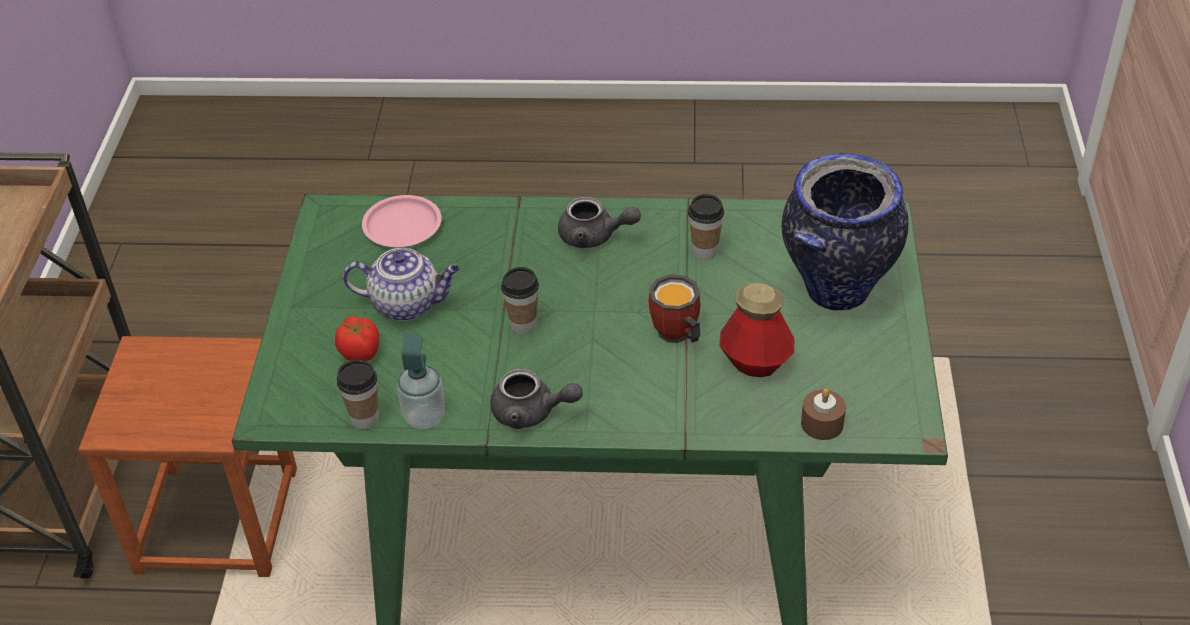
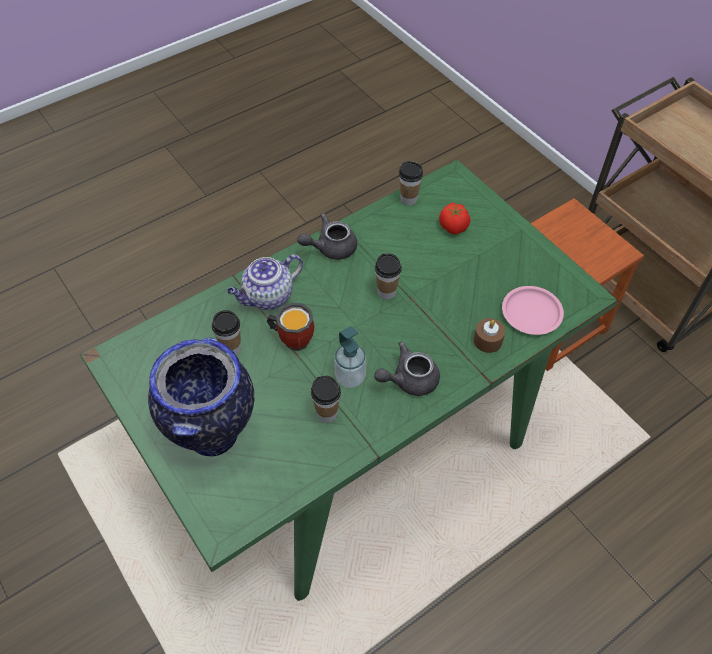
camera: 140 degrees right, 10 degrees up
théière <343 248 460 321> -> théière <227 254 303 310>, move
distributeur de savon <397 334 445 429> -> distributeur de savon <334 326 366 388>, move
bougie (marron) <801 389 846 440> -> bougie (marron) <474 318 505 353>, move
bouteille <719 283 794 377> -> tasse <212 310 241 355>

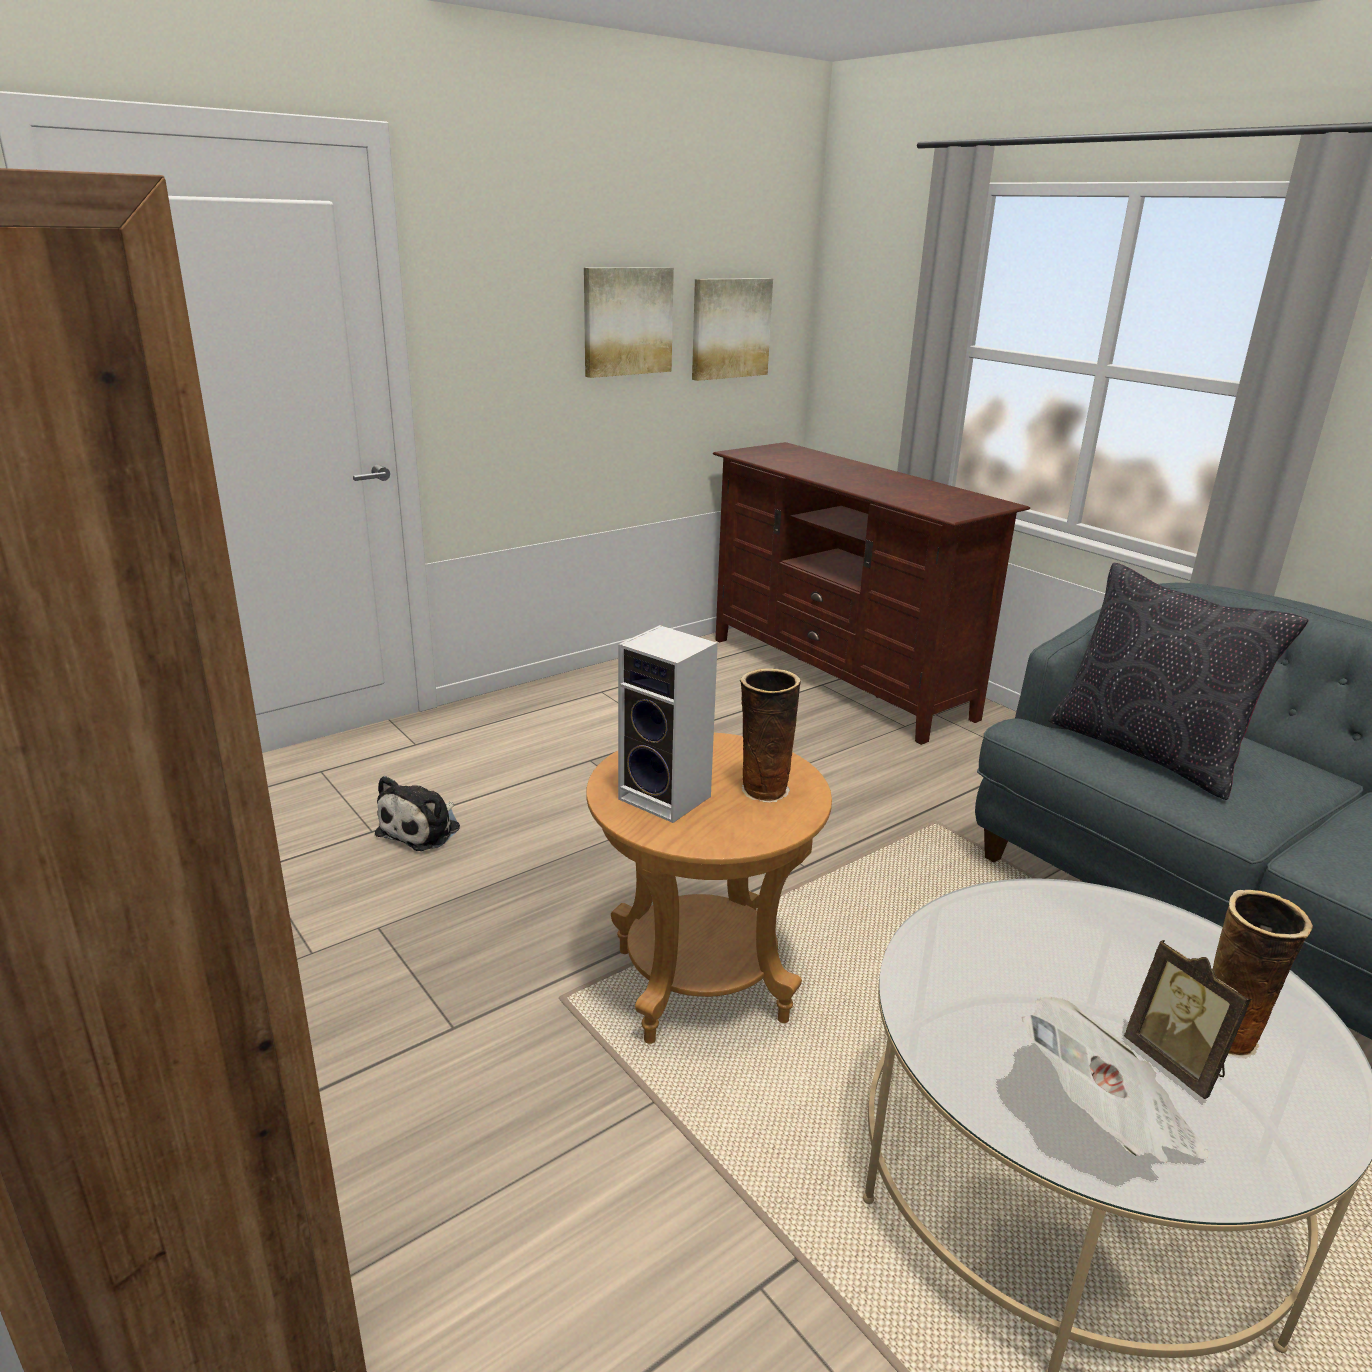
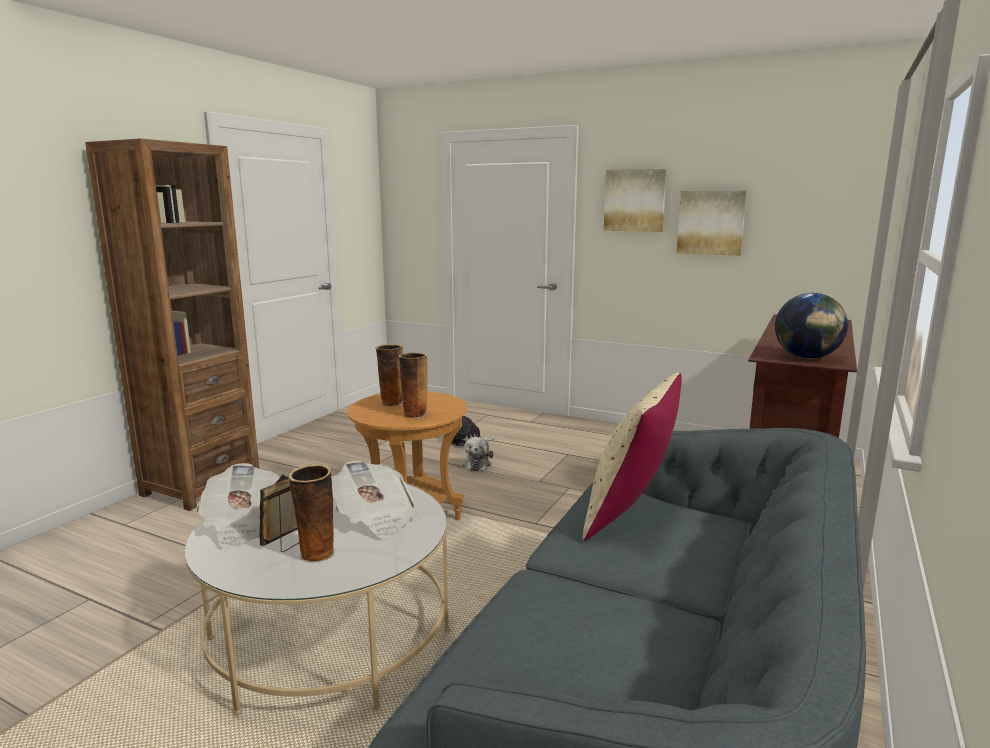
camera: 65 degrees right, 10 degrees down
none -> journal <332 460 418 539>
none -> peluche <462 437 493 471>
none -> globe <775 293 848 359>
tableau <692 278 773 381> -> tableau <604 169 667 232>, move
enceinte <618 625 718 823> -> vase <376 344 403 406>
coussin (noir) <1048 563 1308 800> -> coussin (beige) <583 373 682 540>

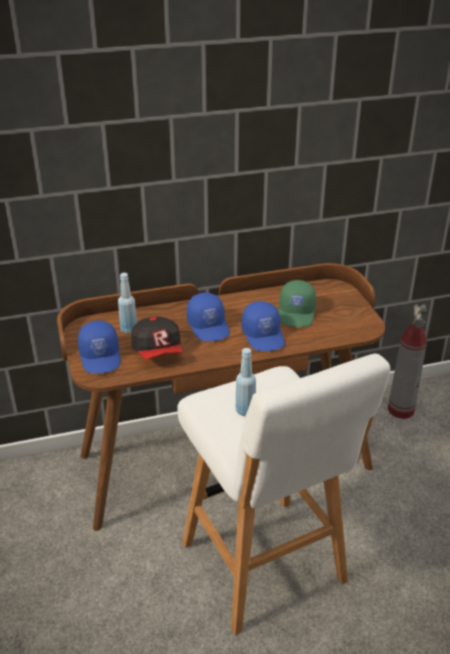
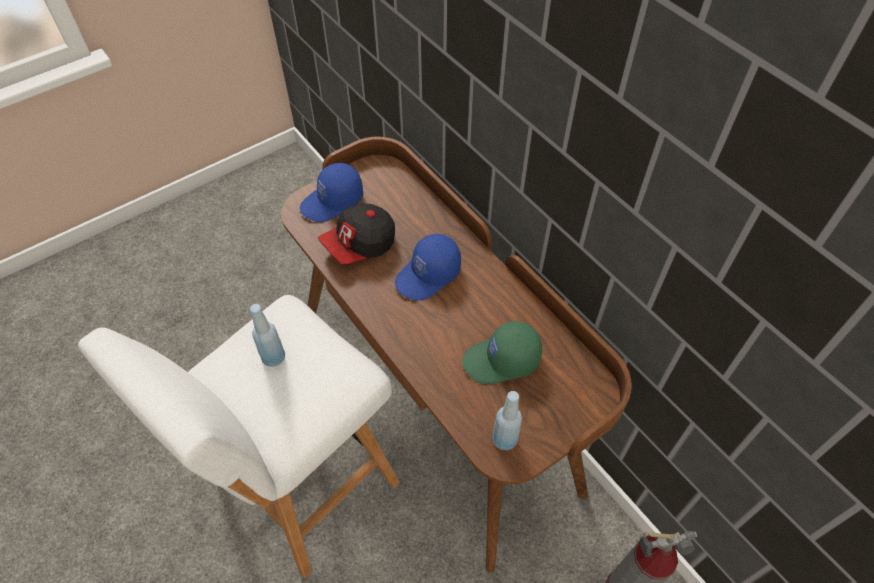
camera: 70 degrees right, 20 degrees up
casquette (bleu) <242 301 285 351> -> none
bouteille (bleu) <118 273 137 334> -> bouteille (bleu) <493 391 522 450>, move

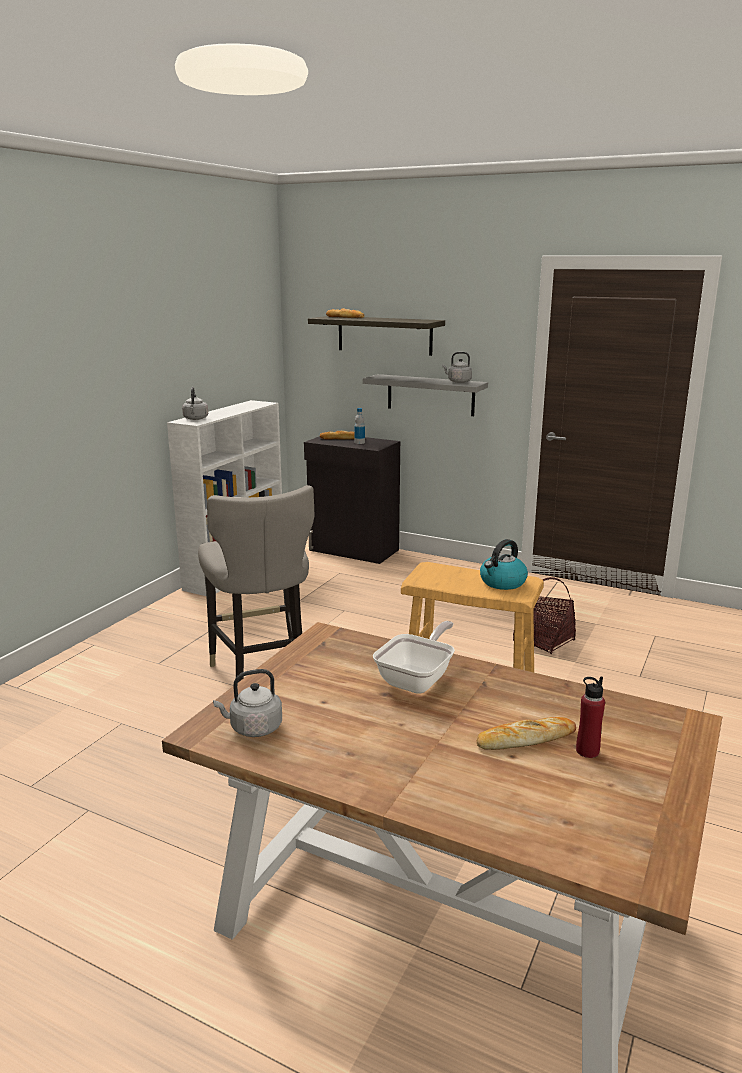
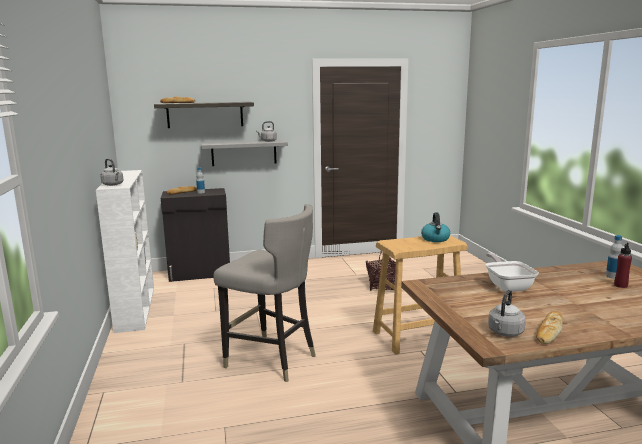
camera: 40 degrees left, 5 degrees down
none -> bouteille <606 235 623 279>
pain <477 717 576 750> -> pain <536 311 563 344>, move

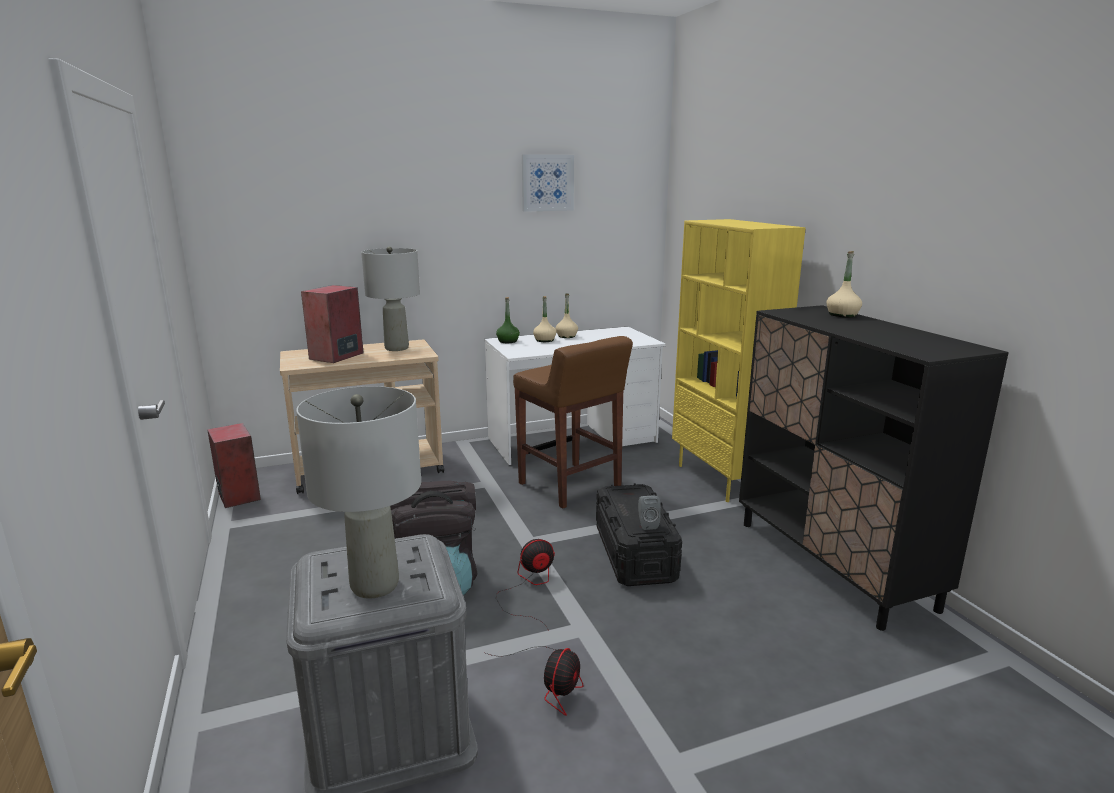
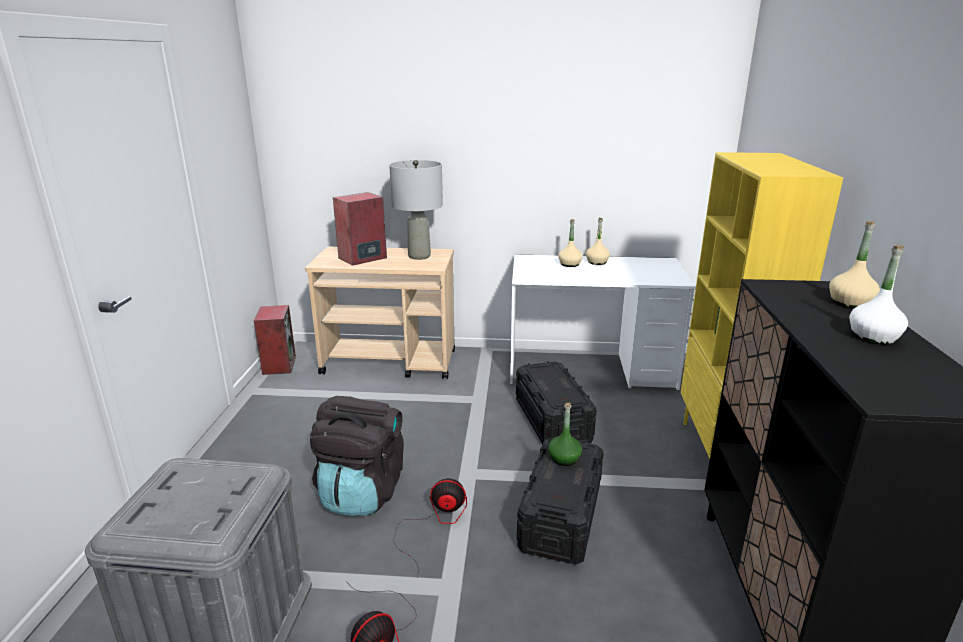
camera: 25 degrees right, 5 degrees up
lampe de table (gris) <296 386 421 598> -> none
tableau <522 154 574 212> -> none
enceinte (gris) <638 495 661 530> -> none
none -> bouteille (blanc) <849 245 908 344>
bouteille (vert) <496 297 520 343> -> bouteille (vert) <548 403 582 466>, move
tabouret (marron) <513 336 633 508> -> boîte de rangement (noir) <516 361 597 444>

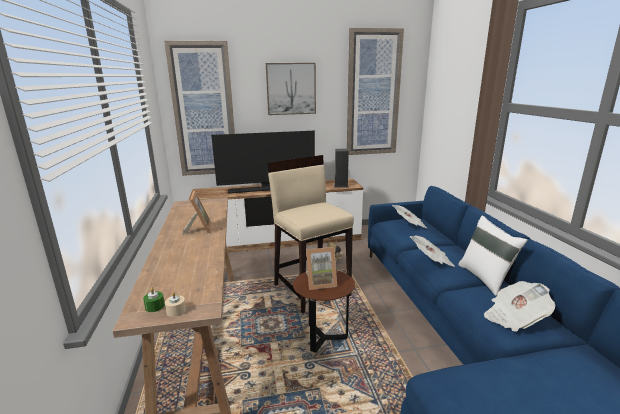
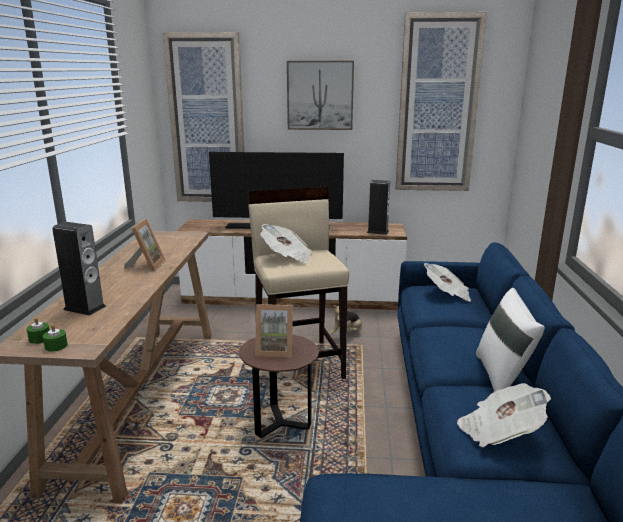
camera: 15 degrees right, 0 degrees up
none -> enceinte <52 222 106 316>
journal <410 236 455 267> -> journal <260 224 312 263>, move
bougie (beige) <165 292 186 317> -> bougie (vert) <43 324 68 352>

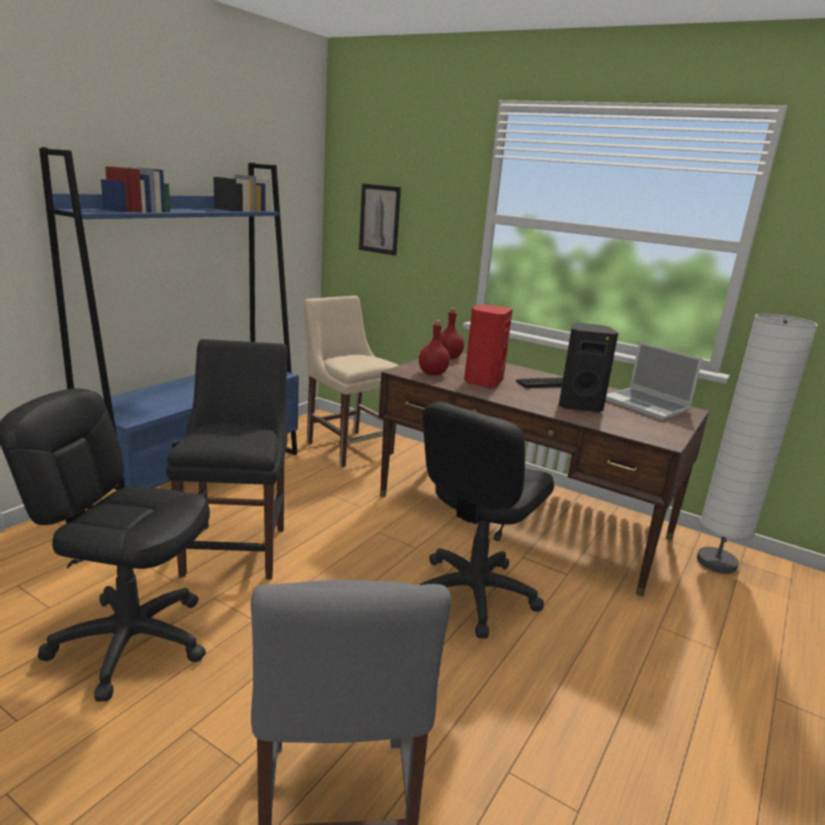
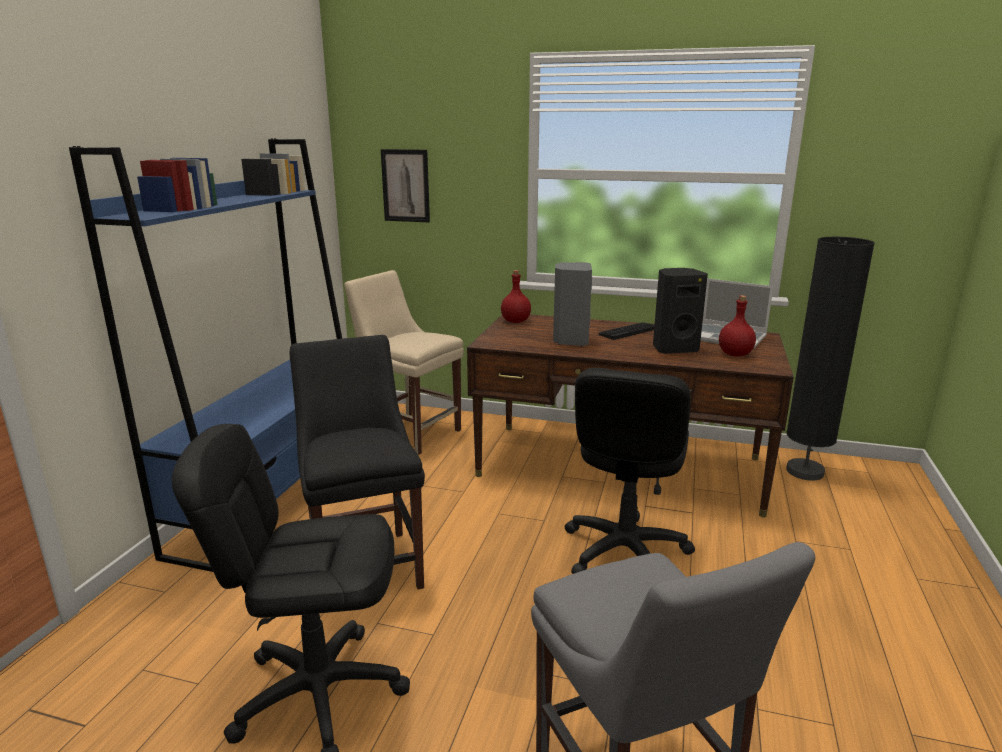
camera: 15 degrees left, 0 degrees up
bouteille (rouge) <419 320 450 375> -> bouteille (rouge) <719 295 756 357>, move
enceinte (rouge) <464 305 513 388> -> enceinte (gris) <553 262 592 346>
lampadaire (blanc) <697 313 818 574> -> lampadaire (noir) <786 237 875 481>

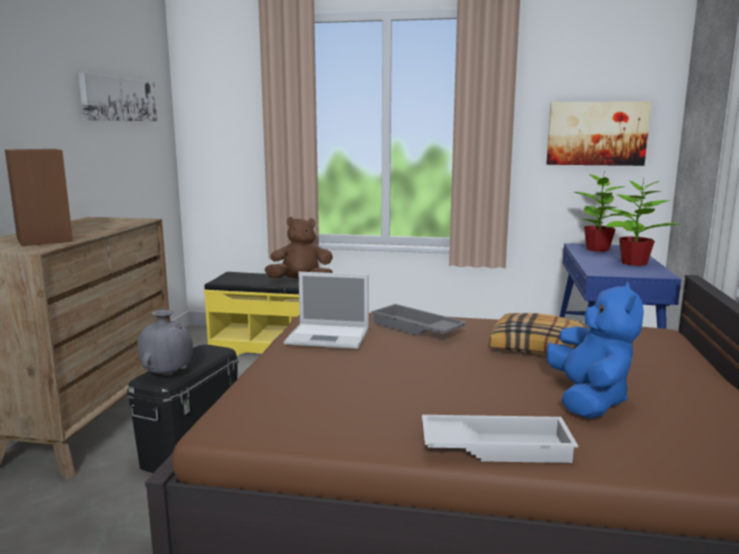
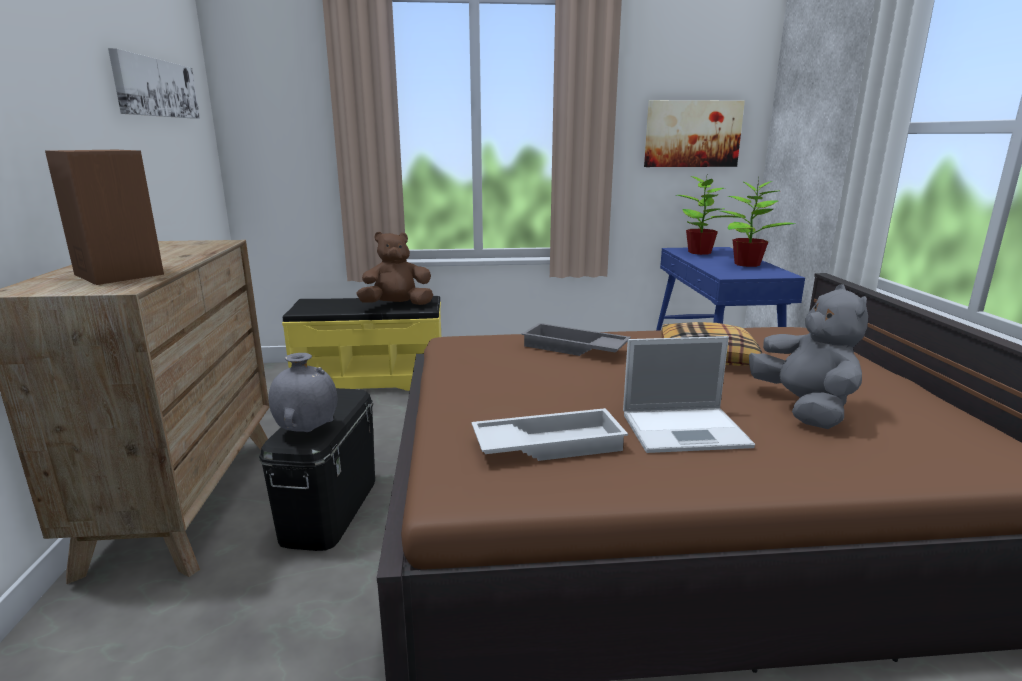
camera: 15 degrees left, 5 degrees up
ordinateur portable <284 272 369 349> -> ordinateur portable <623 336 755 453>, move
plateau (blanc) <422 415 578 463> -> plateau (blanc) <471 408 628 461>, move
peluche (bleu) <546 282 644 419> -> peluche (gris) <749 284 868 429>

